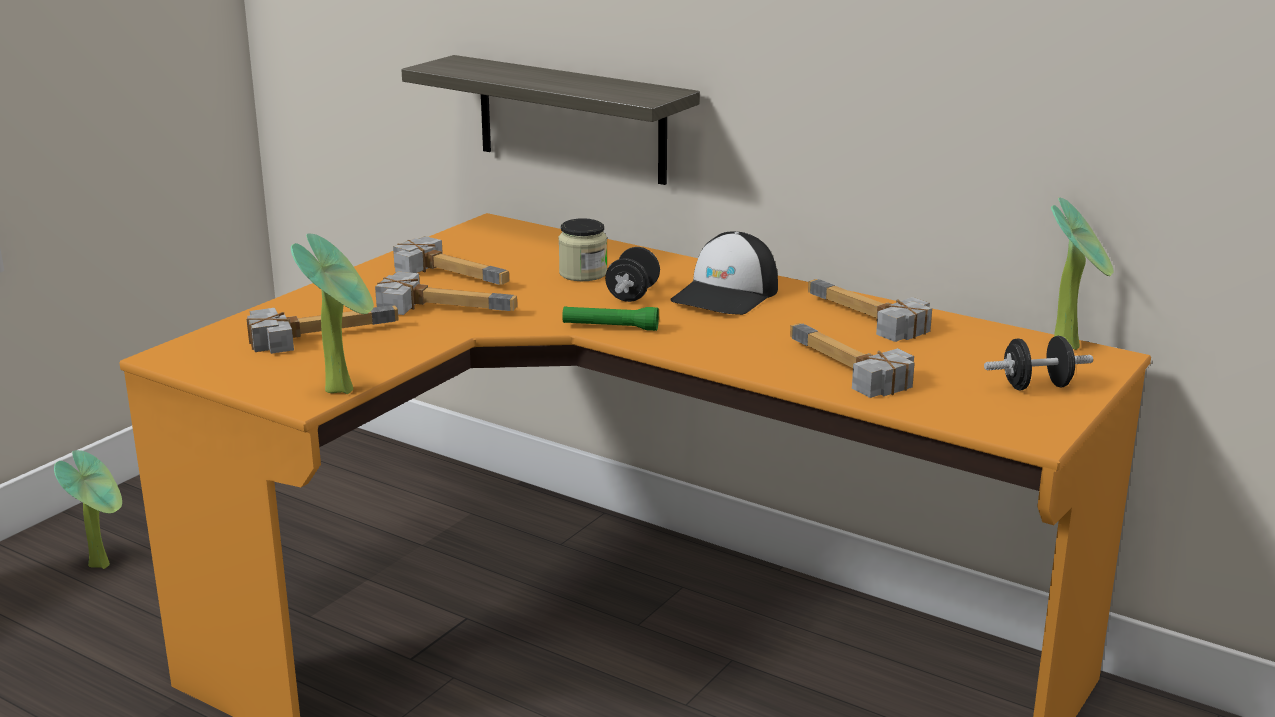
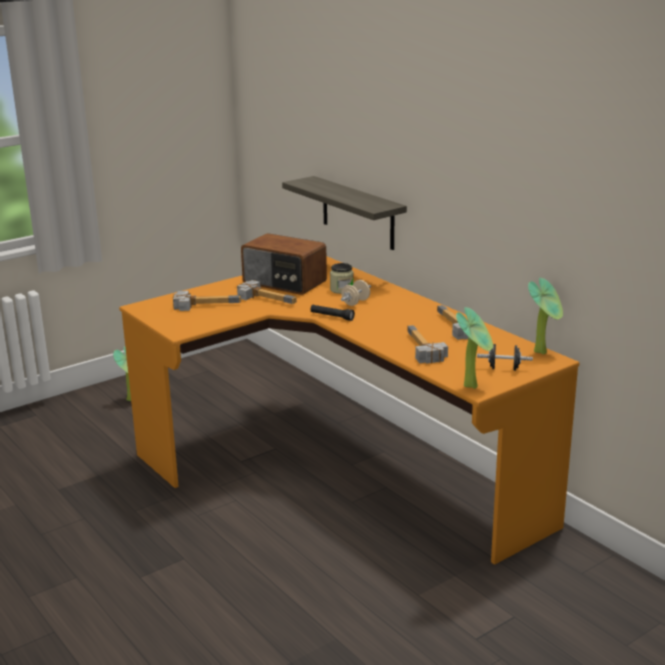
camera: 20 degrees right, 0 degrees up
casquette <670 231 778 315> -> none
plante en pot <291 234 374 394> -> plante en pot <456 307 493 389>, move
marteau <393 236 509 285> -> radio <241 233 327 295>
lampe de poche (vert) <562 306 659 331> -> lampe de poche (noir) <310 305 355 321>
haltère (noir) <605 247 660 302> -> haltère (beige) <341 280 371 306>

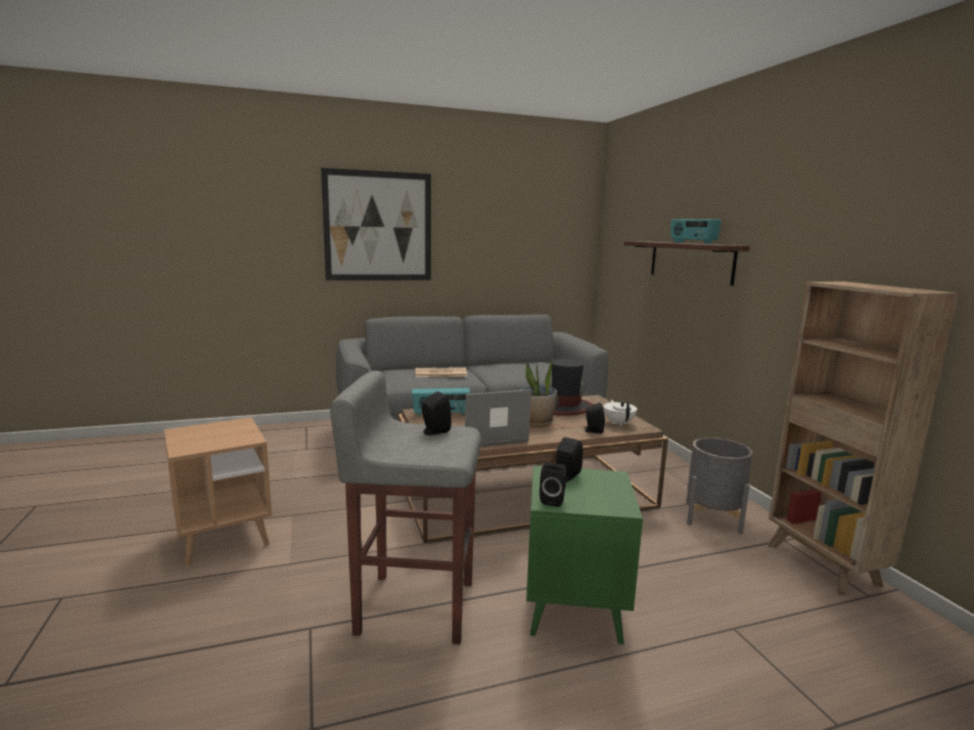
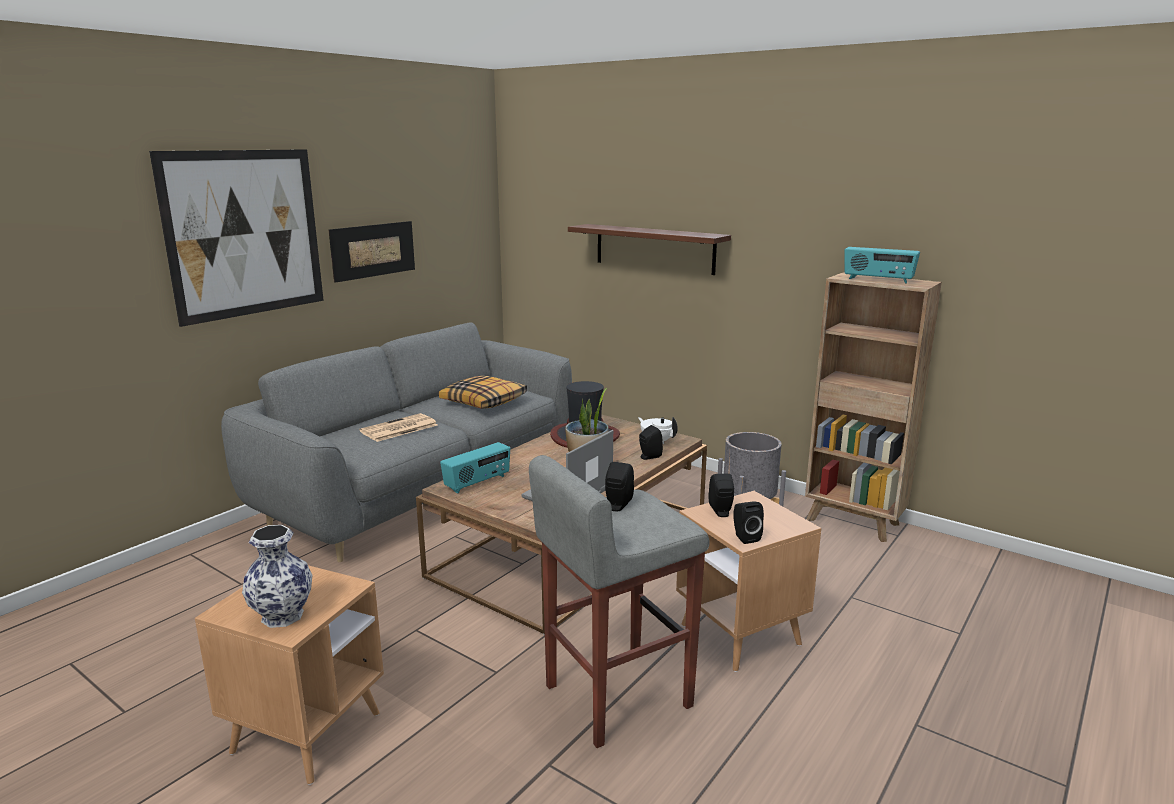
camera: 35 degrees left, 5 degrees up
none -> vase <242 525 312 628>
none -> tableau <329 221 415 283>
none -> coussin <439 376 527 409>
radio <671 219 721 244> -> radio <844 247 920 283>, move
table d'appoint (vert) <526 466 643 646> -> table d'appoint (marron) <676 491 821 672>

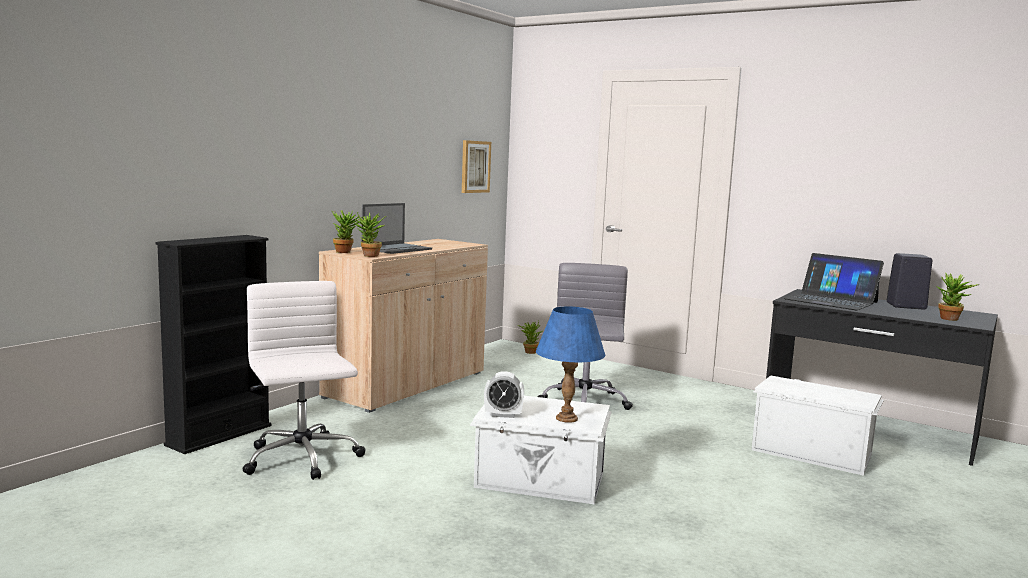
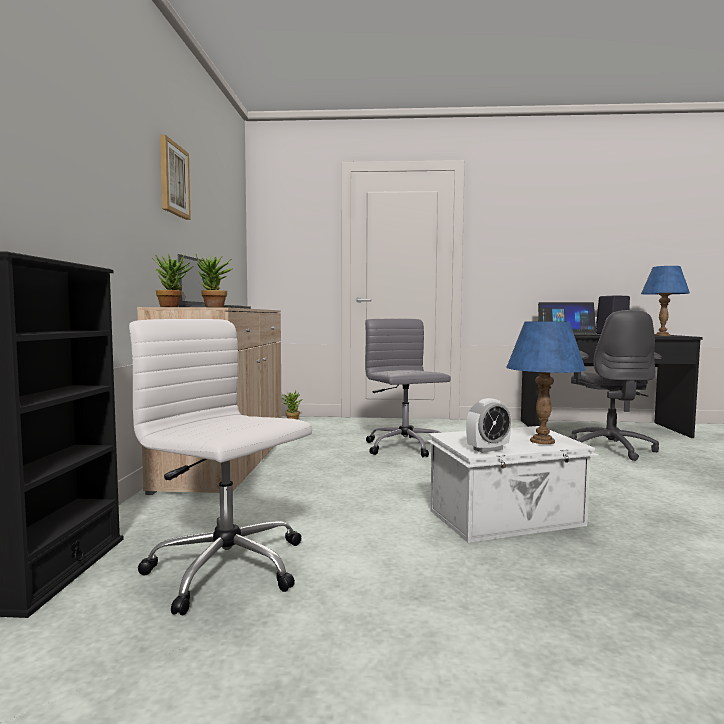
camera: 30 degrees left, 5 degrees down
tableau <462 140 491 193> -> tableau <160 135 191 220>, move
boîte de rangement (blanc) <751 375 884 476> -> chaise de bureau (gris) <569 310 662 461>
plante en pot <936 272 979 321> -> lampe de table (bleu) <641 266 690 336>

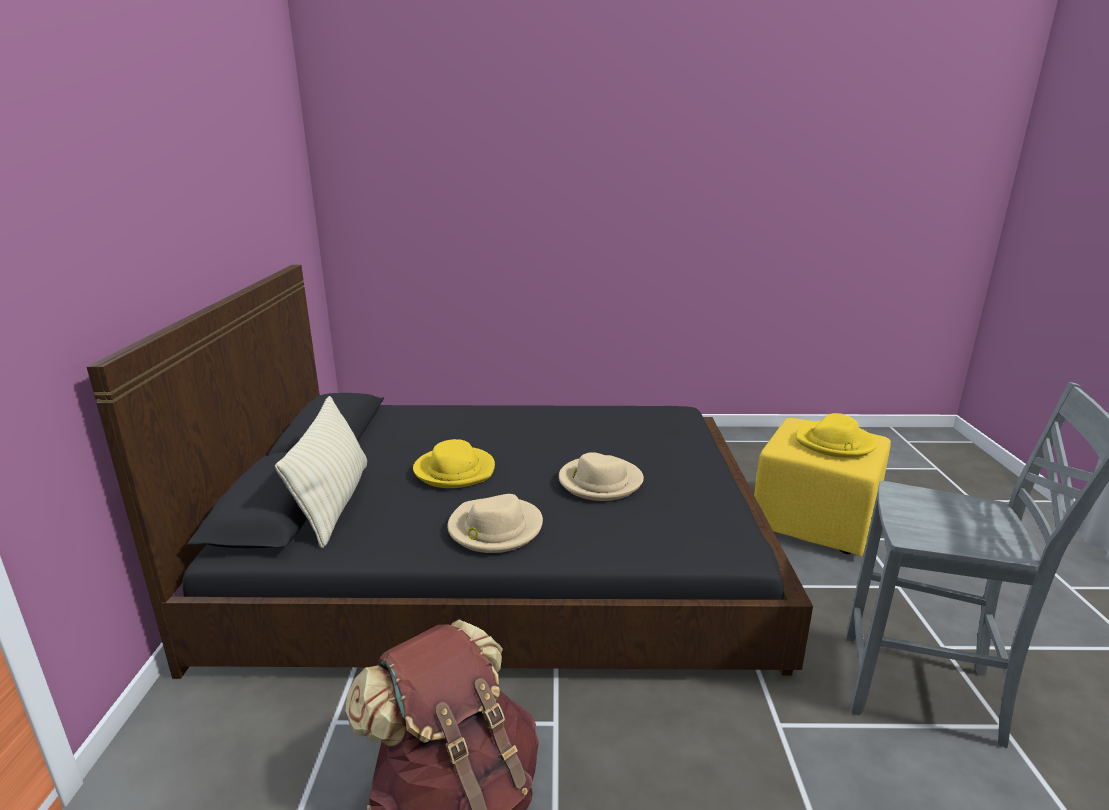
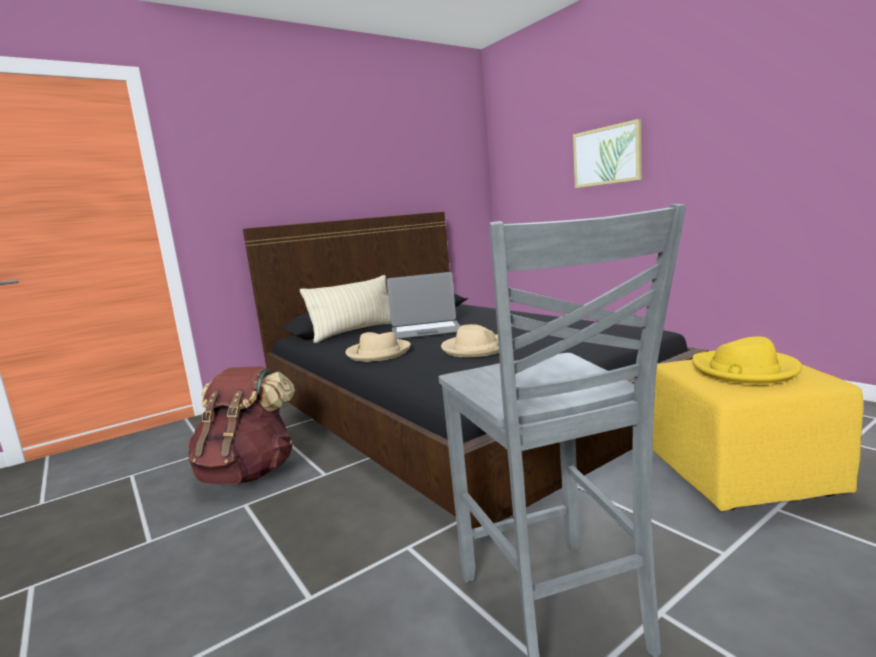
camera: 55 degrees right, 10 degrees down
none -> tableau <573 119 642 188>
chapeau (jaune) <413 439 495 488> -> ordinateur portable <387 272 460 339>

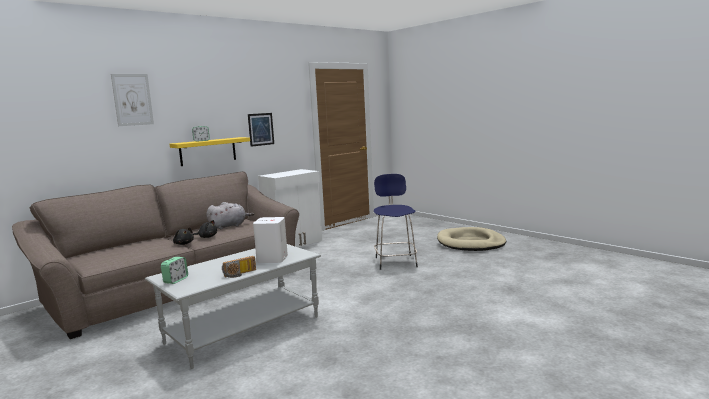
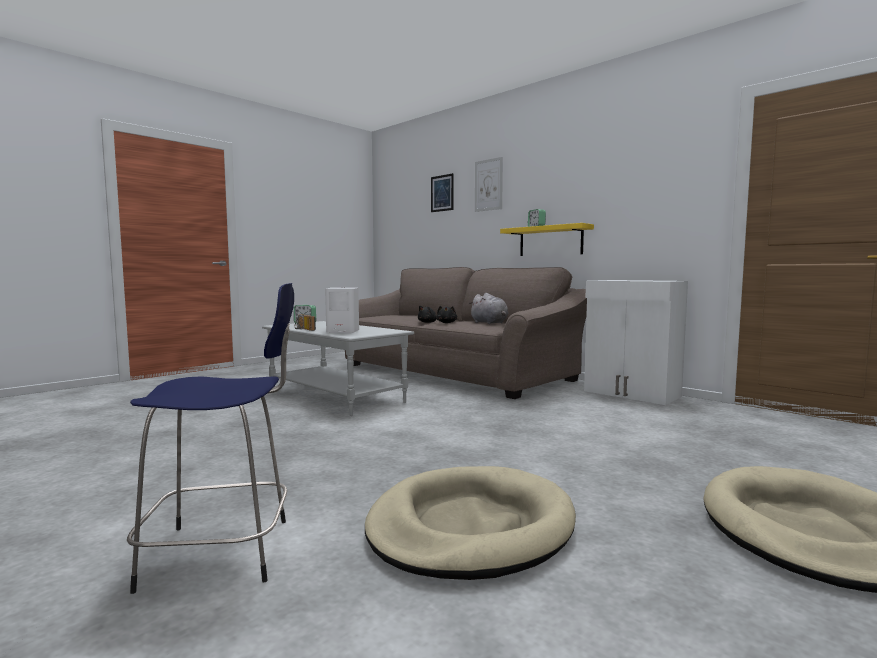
camera: 85 degrees right, 5 degrees down
none -> panier pour chien (beige) <365 466 576 580>
tableau <248 113 274 147> -> tableau <431 173 454 212>, move
tabouret (bleu) <374 174 418 270> -> tabouret (bleu) <127 283 294 594>, move

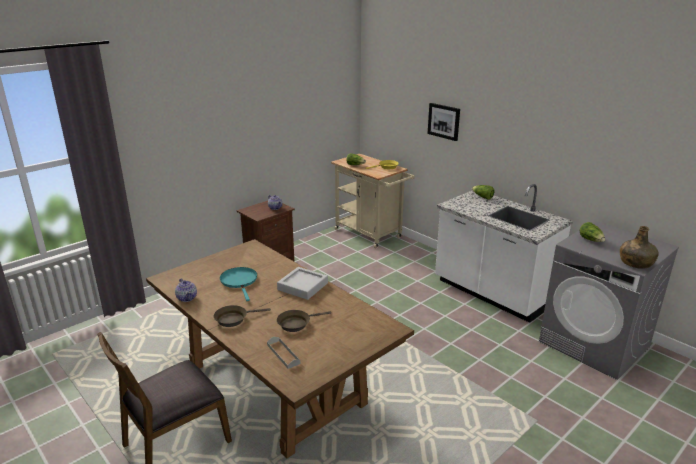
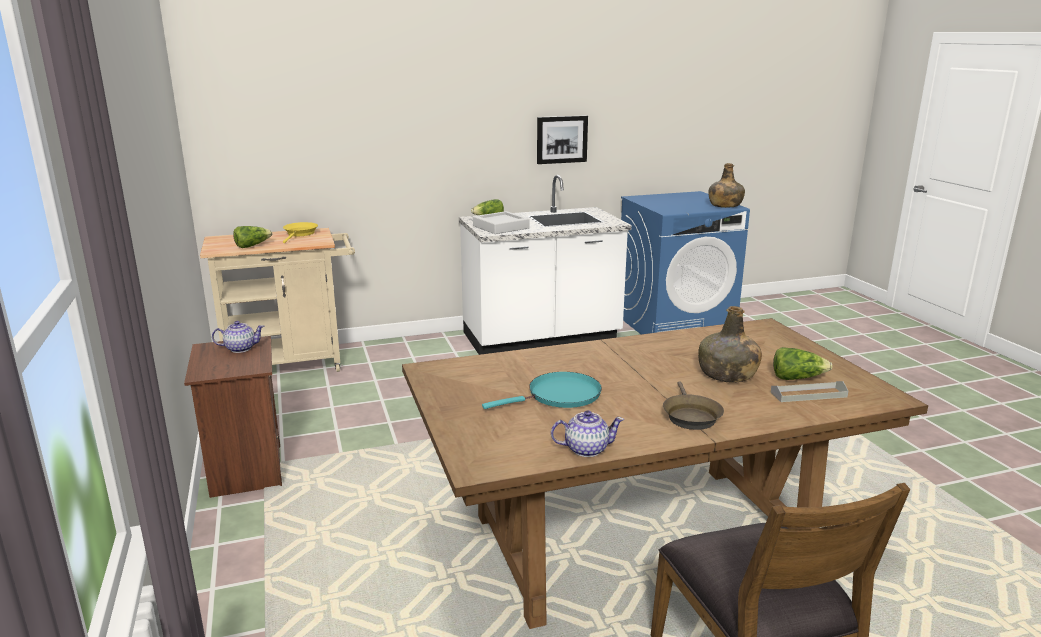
camera: 65 degrees left, 5 degrees down
plateau (gris) <277 267 328 300> -> plateau (gris) <473 211 530 234>, move
tableau <428 103 460 141> -> tableau <537 115 588 164>, move
laitue <580 222 605 242> -> laitue <773 347 832 380>, move
poêle (marron) <277 310 331 332> -> bouteille (vert) <698 306 762 383>
lave-linge (gris) <539 221 679 380> -> lave-linge (bleu) <621 191 750 334>
poêle (turquoise) <220 267 257 301> -> poêle (turquoise) <482 372 602 409>, 150 degrees clockwise

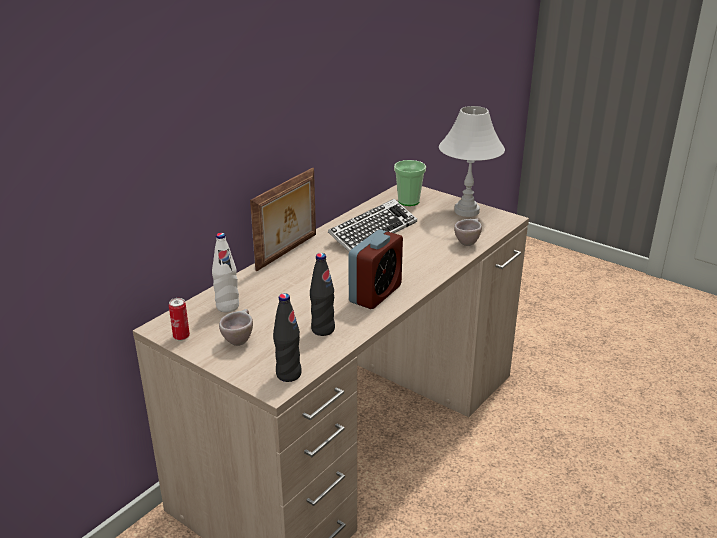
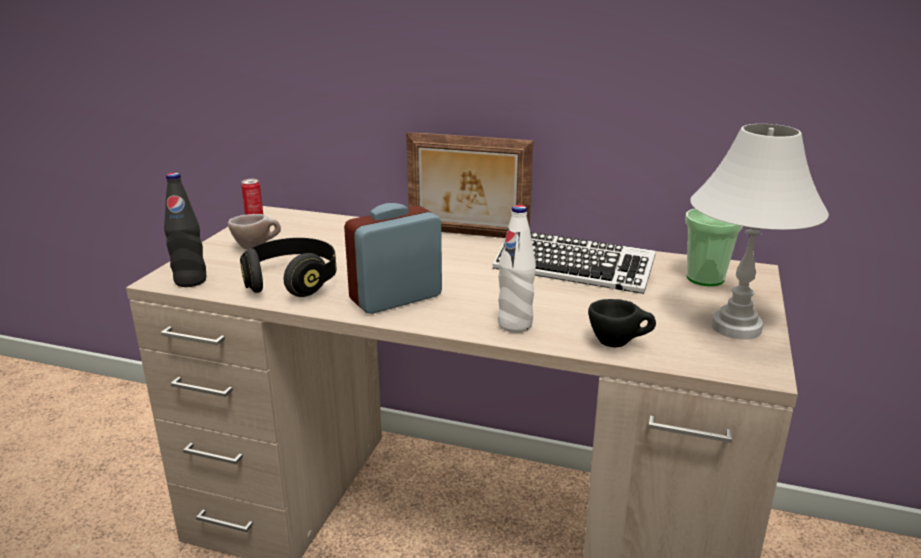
camera: 70 degrees right, 5 degrees down
bouteille (blanc) <212 233 239 313> -> bouteille (blanc) <498 205 536 333>, move
bouteille (noir) <310 253 335 336> -> casque audio (noir) <240 238 336 297>
tasse (beige) <454 219 482 246> -> tasse (noir) <588 299 656 347>
réveil <348 230 403 309> -> réveil <344 203 442 314>, 135 degrees clockwise

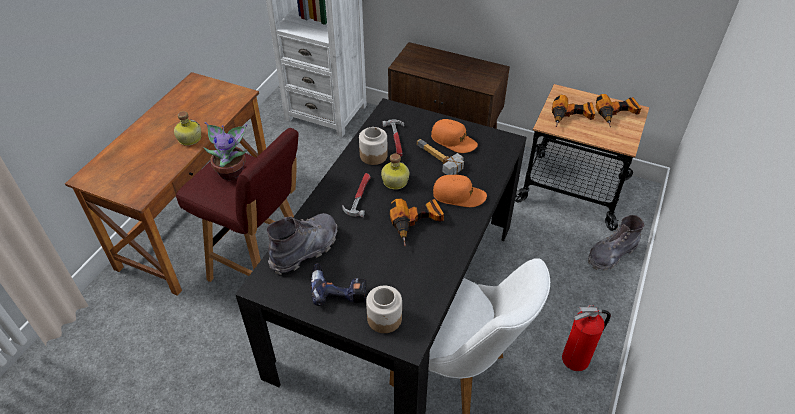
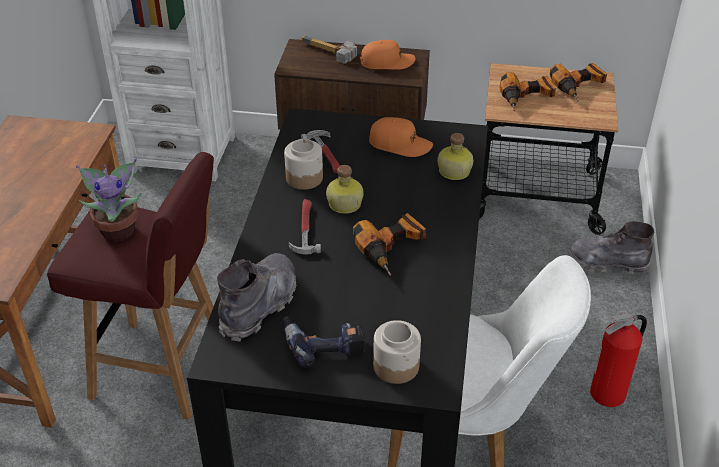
camera: 15 degrees left, 5 degrees down
bouteille <174 111 201 146> -> bouteille <438 133 474 180>, move
marteau <417 139 464 175> -> marteau <302 36 357 64>, move
casquette (orange) <433 175 487 207> -> casquette (orange) <360 40 415 70>, move
botte (gris) <588 215 644 271> -> botte (gris) <570 221 654 274>, 60 degrees clockwise

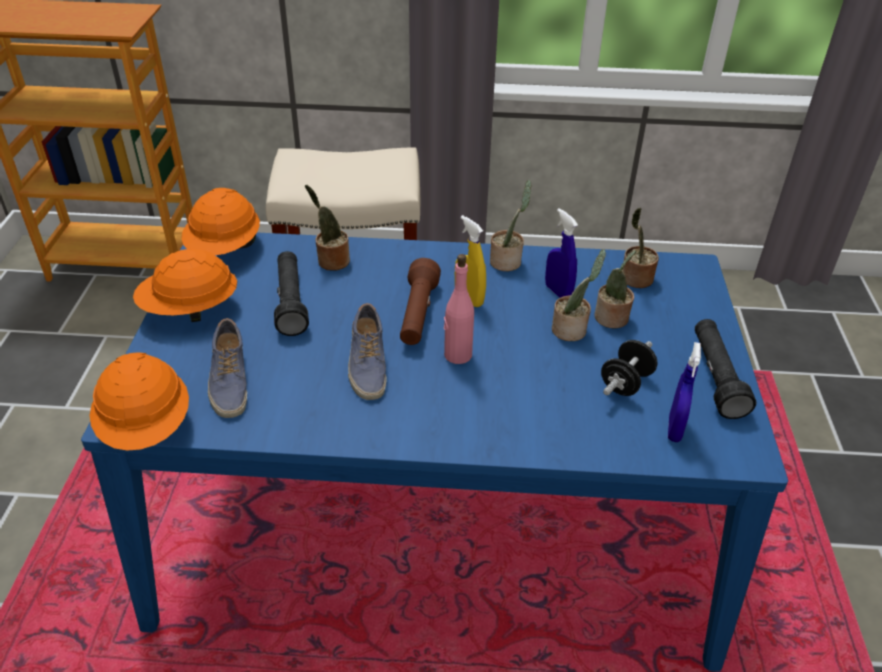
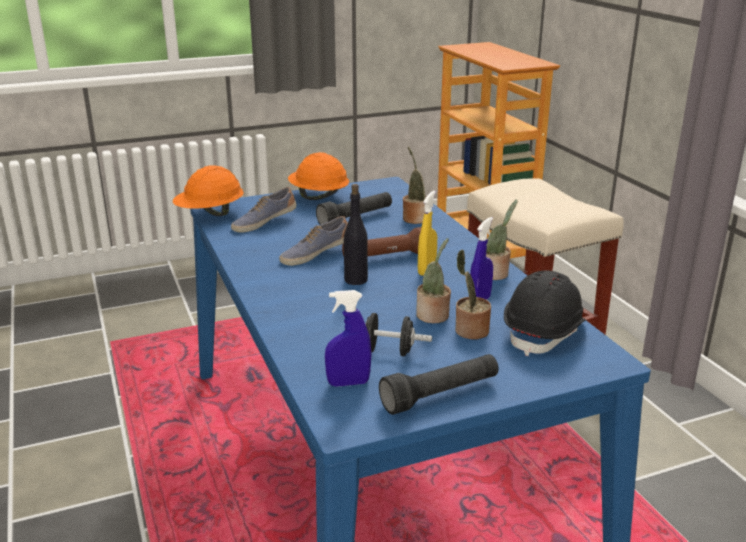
camera: 65 degrees right, 15 degrees down
casque de chantier (orange) <181 188 260 255> -> none
plante en pot <623 208 659 288> -> casque de chantier (noir) <504 270 587 356>
bouteille (rose) <444 254 474 364> -> bouteille (noir) <344 184 368 285>

